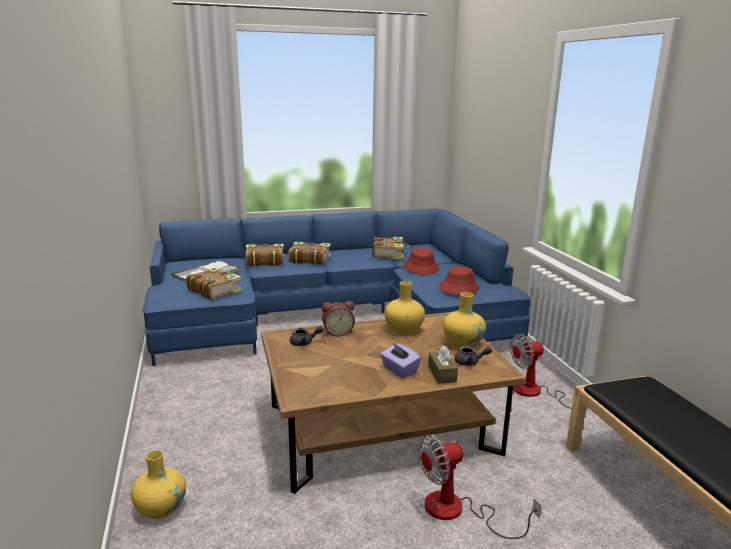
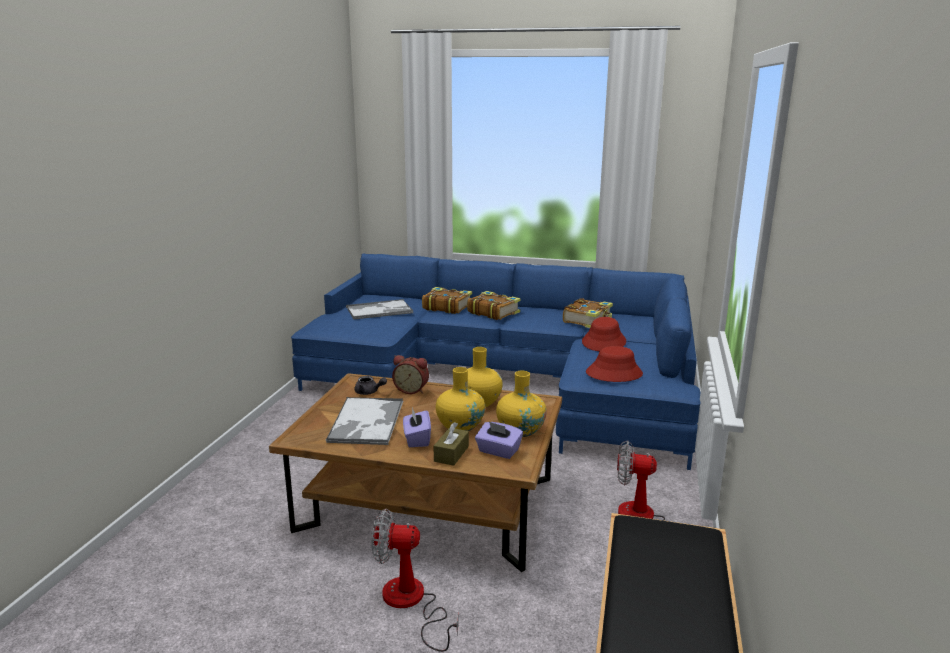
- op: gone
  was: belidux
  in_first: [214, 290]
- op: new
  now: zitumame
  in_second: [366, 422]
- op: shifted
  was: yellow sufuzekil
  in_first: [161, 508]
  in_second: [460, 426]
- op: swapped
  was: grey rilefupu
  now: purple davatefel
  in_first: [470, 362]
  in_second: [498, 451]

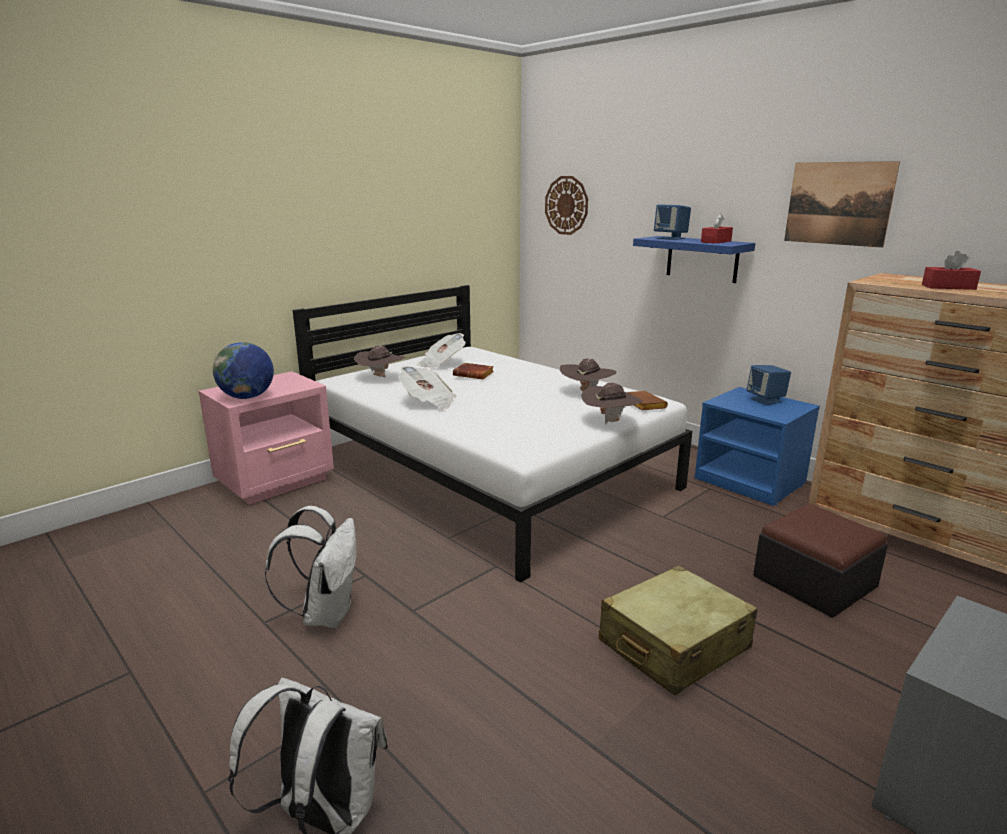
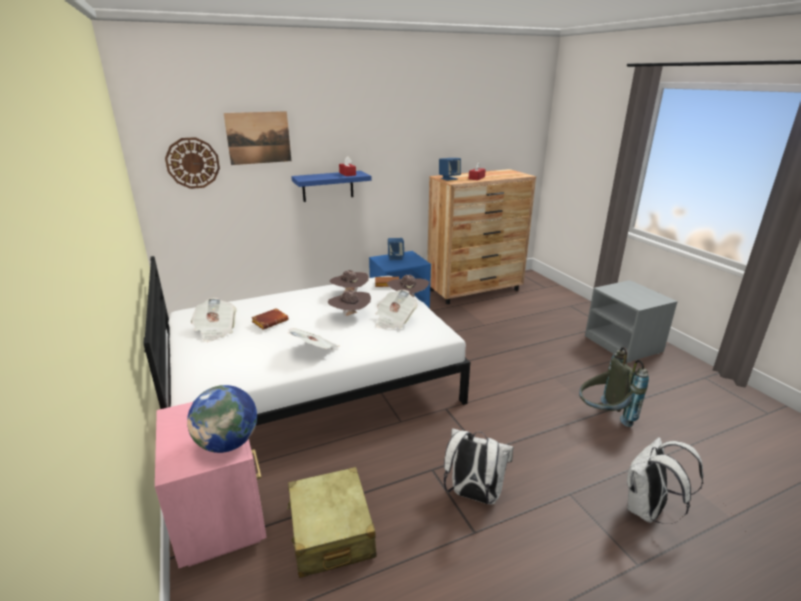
- op: gone
  was: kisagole
  in_first: [814, 581]
- op: new
  now: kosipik
  in_second: [394, 320]
- op: new
  now: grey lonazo
  in_second: [603, 417]
- op: shifted
  was: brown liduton
  in_first: [381, 378]
  in_second: [350, 316]
- op: shifted
  was: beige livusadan
  in_first: [673, 645]
  in_second: [331, 532]
- op: shifted
  was: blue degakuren
  in_first: [671, 238]
  in_second: [449, 178]
- op: shifted
  was: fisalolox
  in_first: [838, 203]
  in_second: [258, 138]

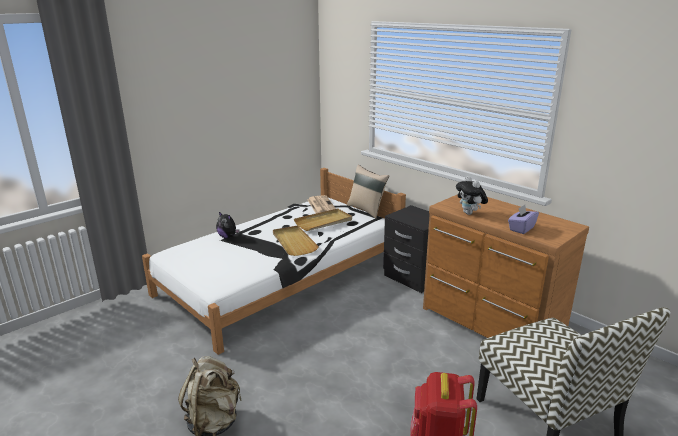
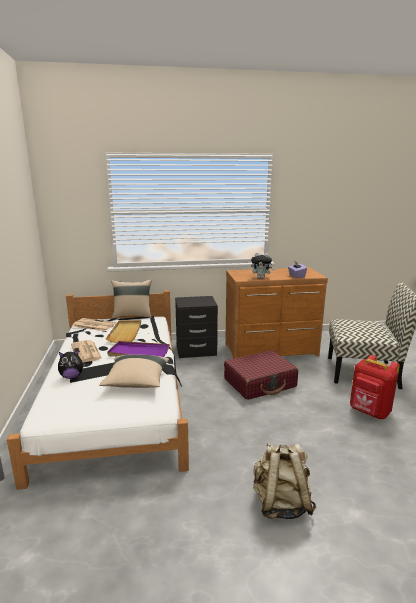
- op: new
  now: kosipik
  in_second: [86, 352]
- op: new
  now: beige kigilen
  in_second: [136, 382]
- op: new
  now: red livusadan
  in_second: [260, 383]
- op: repainted
  was: beige zitumame
  now: purple zitumame
  in_first: [293, 242]
  in_second: [138, 352]

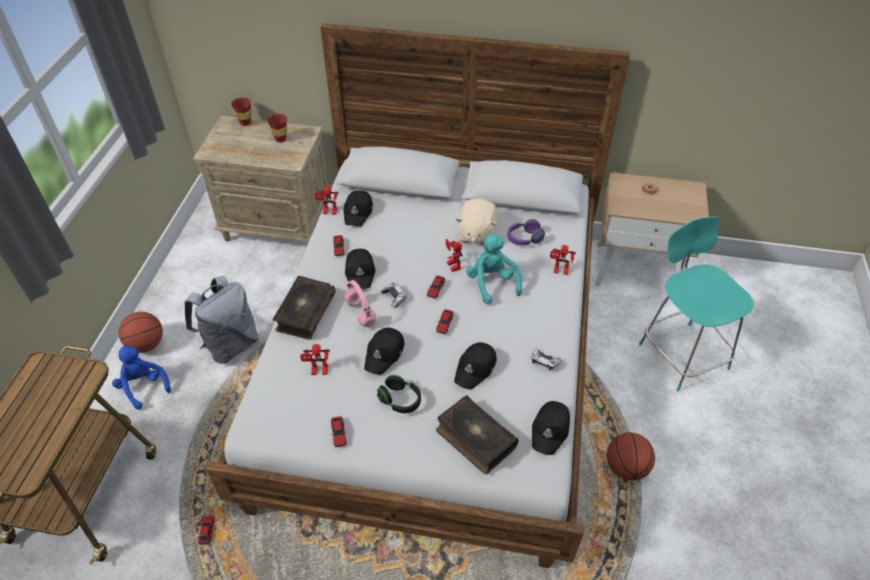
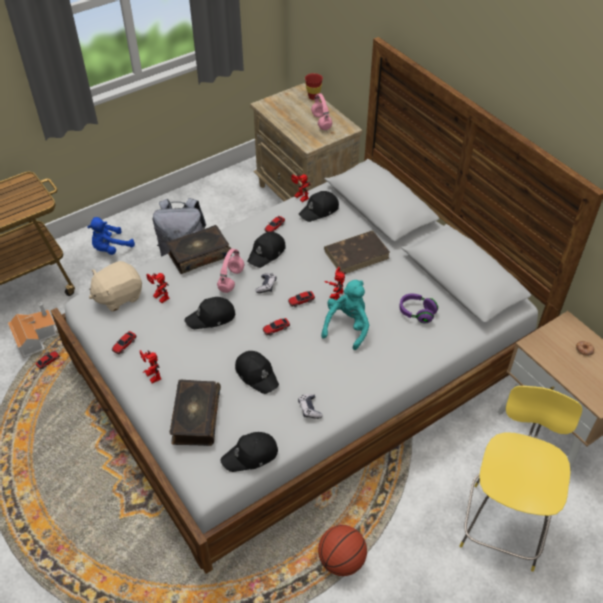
- op: gone
  was: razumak
  in_first: [146, 344]
- op: gone
  was: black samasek
  in_first: [400, 400]
- op: new
  now: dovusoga
  in_second: [35, 337]
- op: new
  now: brown belidux
  in_second: [357, 254]
- op: shifted
  was: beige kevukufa
  in_first: [476, 233]
  in_second: [118, 296]
- op: shifted
  was: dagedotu
  in_first: [559, 271]
  in_second: [150, 376]
- op: swapped
  was: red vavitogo
  now: pink samasek
  in_first: [280, 139]
  in_second: [322, 122]
- op: repainted
  was: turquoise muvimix
  now: yellow muvimix
  in_first: [681, 353]
  in_second: [503, 523]
- op: rotated
  was: blue kevukufa
  in_first: [143, 386]
  in_second: [111, 248]
  clockwise: -135
- op: rotated
  was: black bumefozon
  in_first: [475, 368]
  in_second: [257, 374]
  clockwise: -120

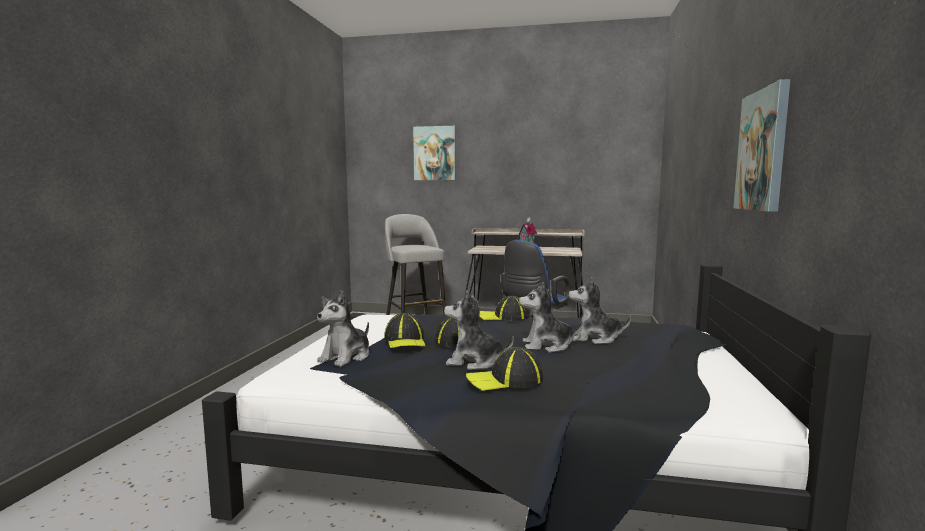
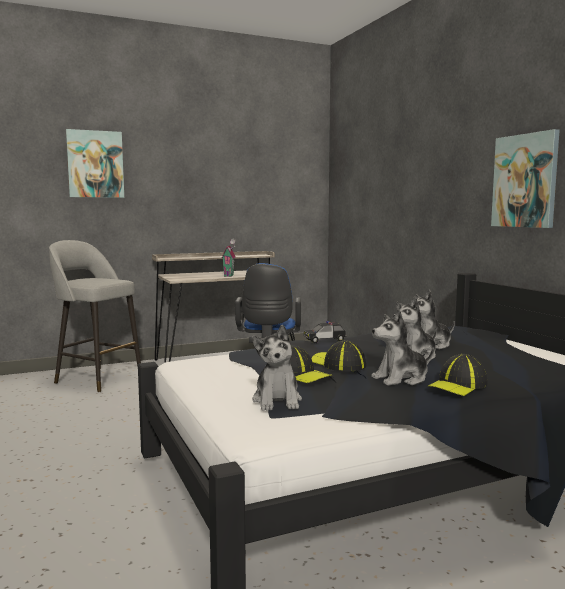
- op: swapped
  was: bumefozon
  now: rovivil
  in_first: [503, 317]
  in_second: [325, 340]

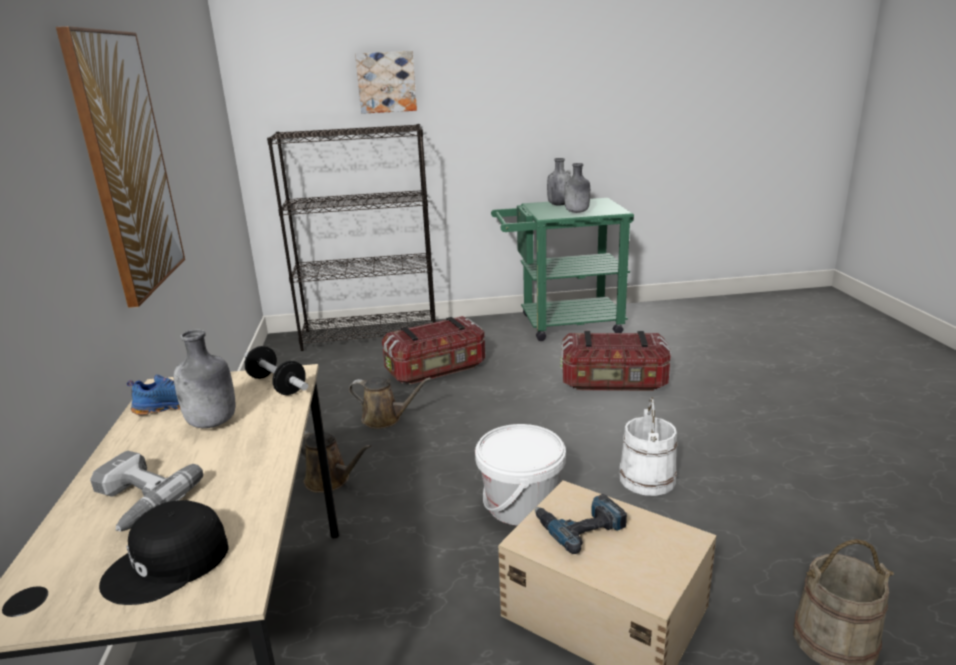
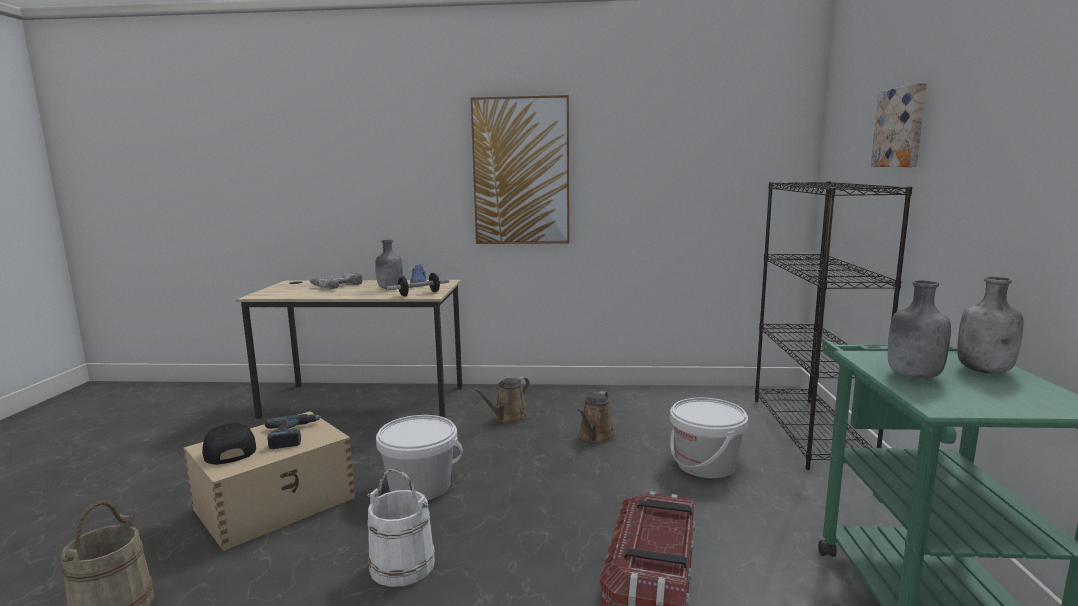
- op: shifted
  was: black bumefozon
  in_first: [169, 564]
  in_second: [228, 451]
- op: swapped
  was: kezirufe
  now: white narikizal
  in_first: [437, 370]
  in_second: [705, 465]

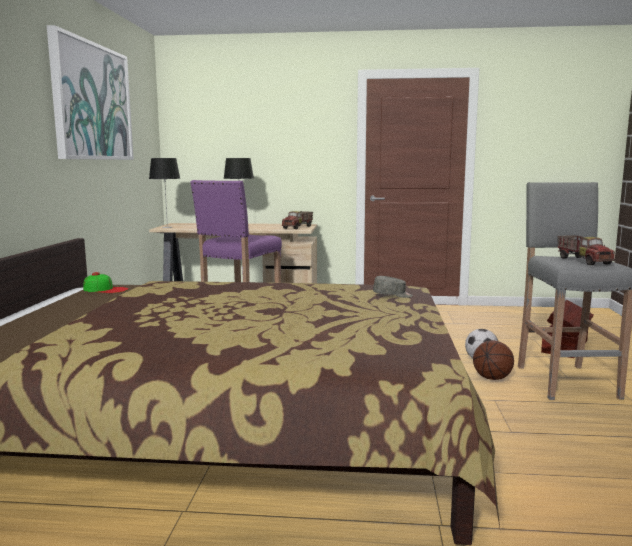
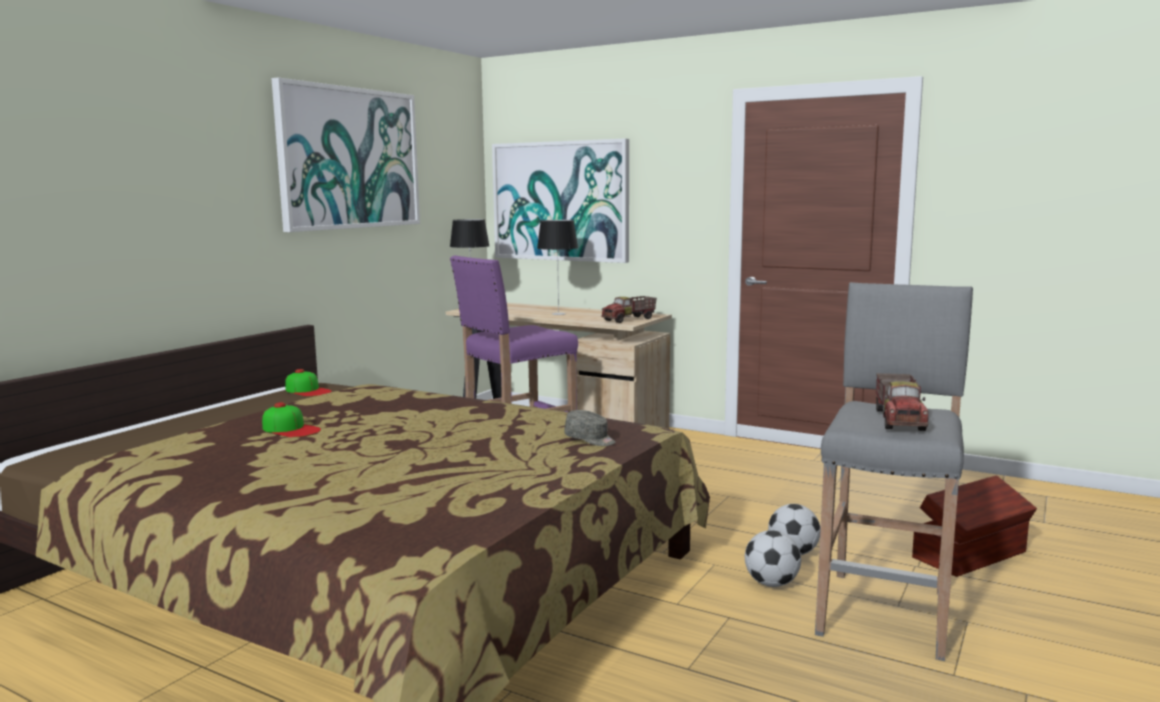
- op: new
  now: bumefozon
  in_second: [291, 429]
- op: new
  now: fisalolox
  in_second: [560, 201]
- op: swapped
  was: razumak
  now: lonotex
  in_first: [492, 378]
  in_second: [771, 583]

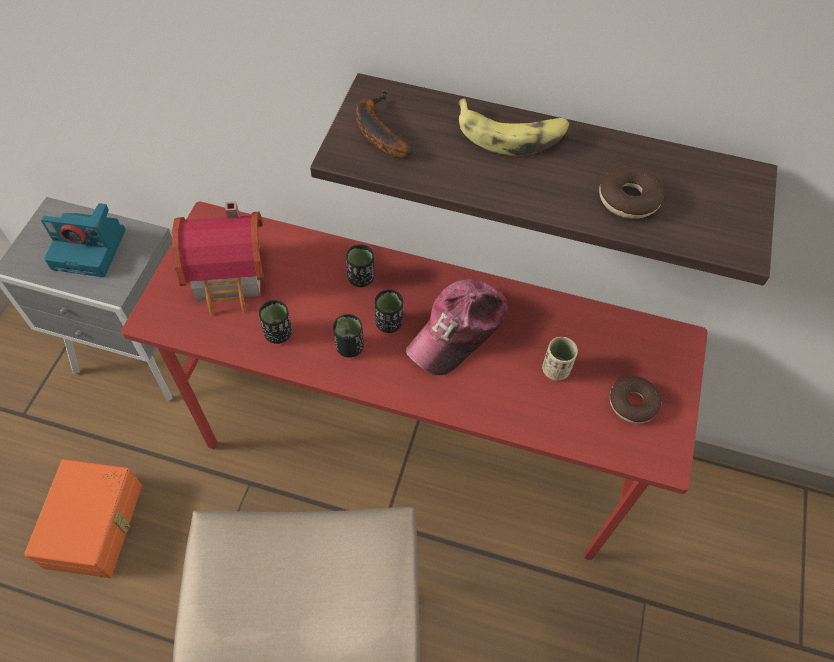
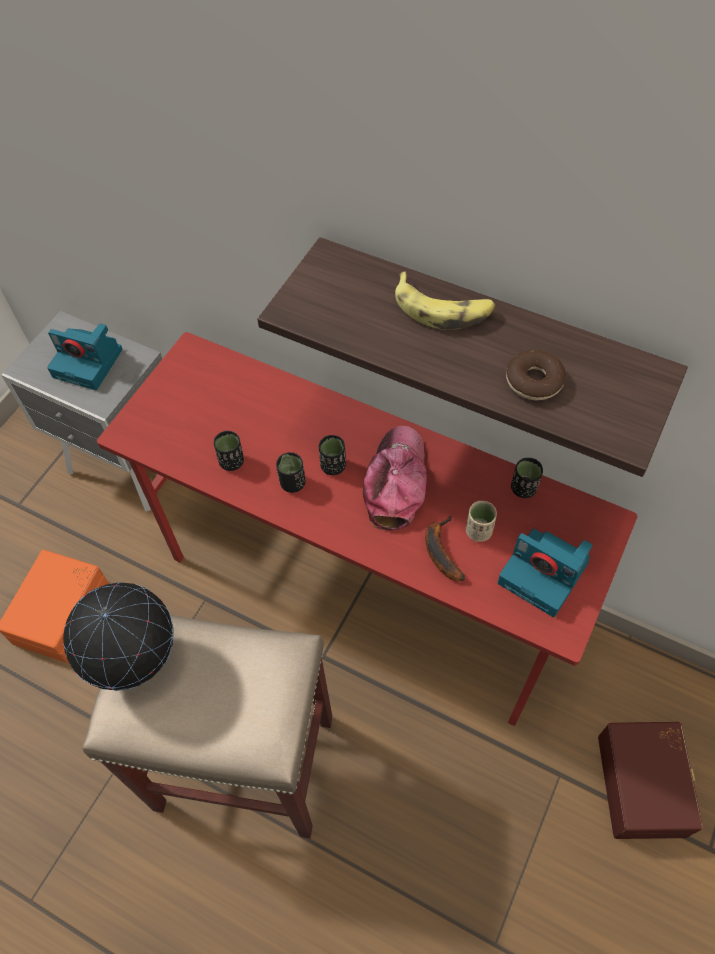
- op: gone
  was: dovusoga
  in_first: [231, 277]
- op: new
  now: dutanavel
  in_second: [136, 659]
- op: new
  now: brown kezirufe
  in_second: [644, 784]
- op: shifted
  was: black vavitogo
  in_first: [361, 278]
  in_second: [523, 488]
- op: shifted
  was: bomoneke
  in_first: [377, 130]
  in_second: [440, 550]
- op: swapped
  was: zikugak
  now: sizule
  in_first: [632, 403]
  in_second: [545, 574]
- op: rotated
  was: bumefozon
  in_first: [458, 331]
  in_second: [395, 482]
  clockwise: 135

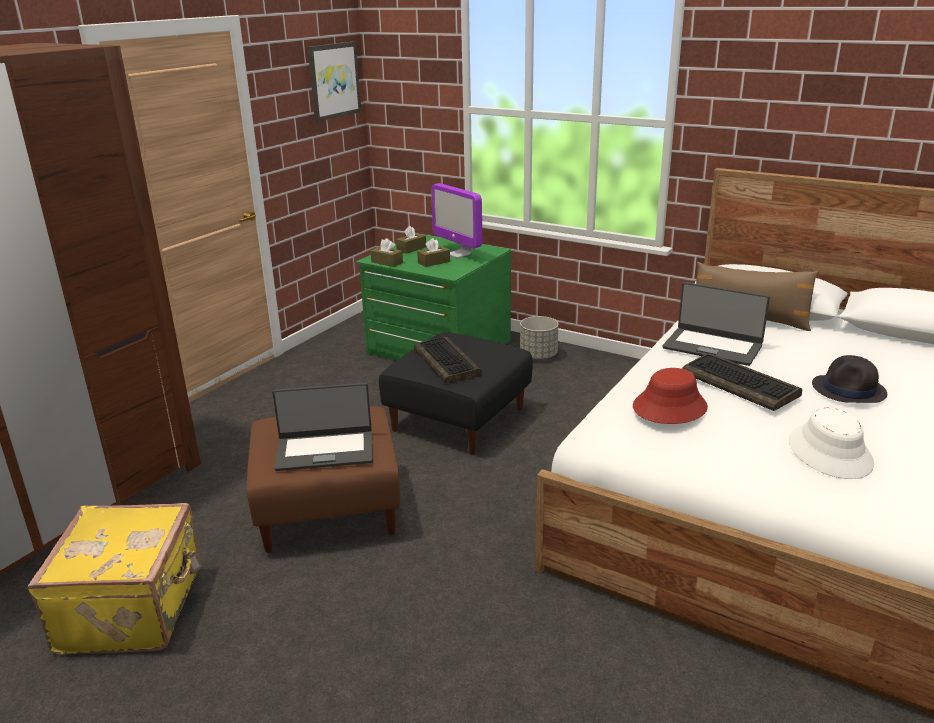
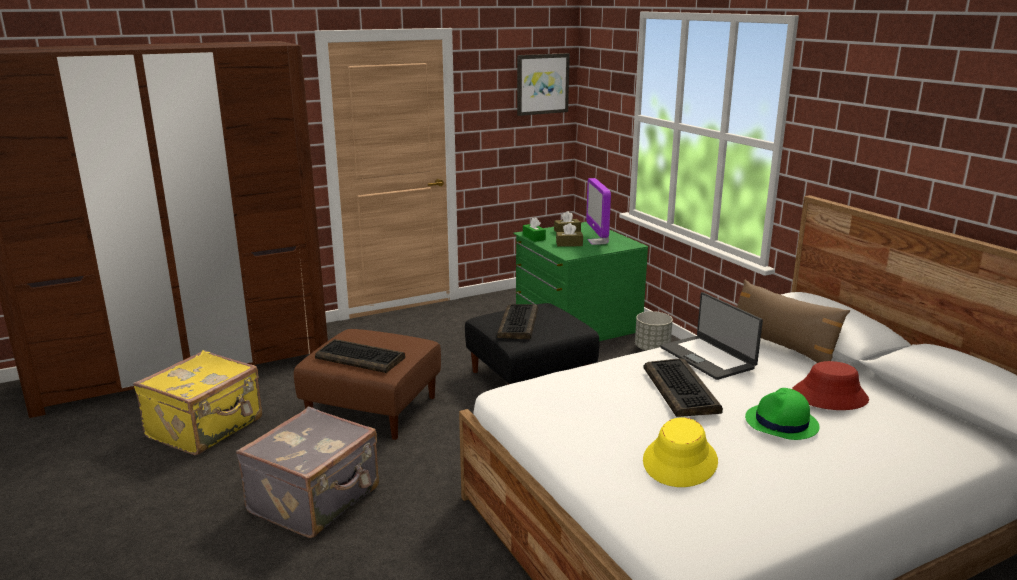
- op: new
  now: grey livusadan
  in_second: [316, 500]
- op: shifted
  was: red liduton
  in_first: [669, 407]
  in_second: [829, 396]
- op: swapped
  was: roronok
  now: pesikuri
  in_first: [325, 450]
  in_second: [361, 358]
- op: repainted
  was: brown davatefel
  now: green davatefel
  in_first: [387, 262]
  in_second: [534, 237]
- op: repainted
  was: white liduton
  now: yellow liduton
  in_first: [830, 452]
  in_second: [680, 461]
- op: repainted
  was: black liduton
  now: green liduton
  in_first: [849, 390]
  in_second: [781, 423]

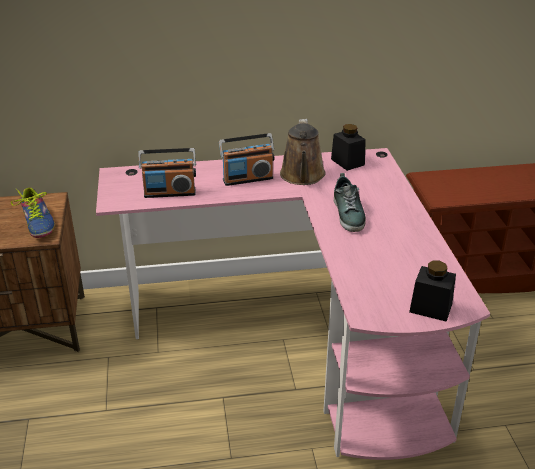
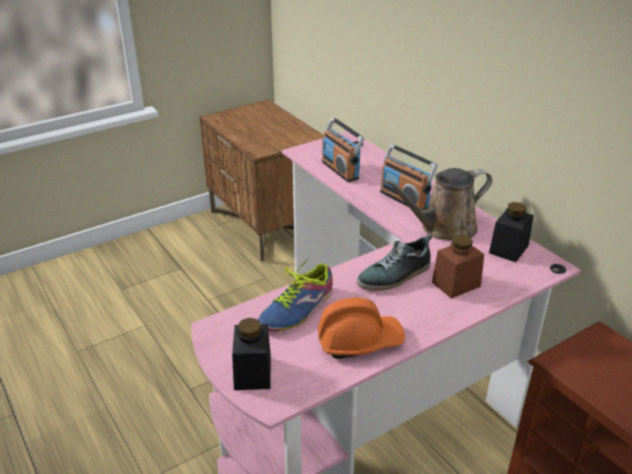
- op: new
  now: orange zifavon
  in_second: [359, 341]
- op: new
  now: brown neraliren
  in_second: [456, 284]
- op: shifted
  was: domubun
  in_first: [38, 222]
  in_second: [297, 309]

